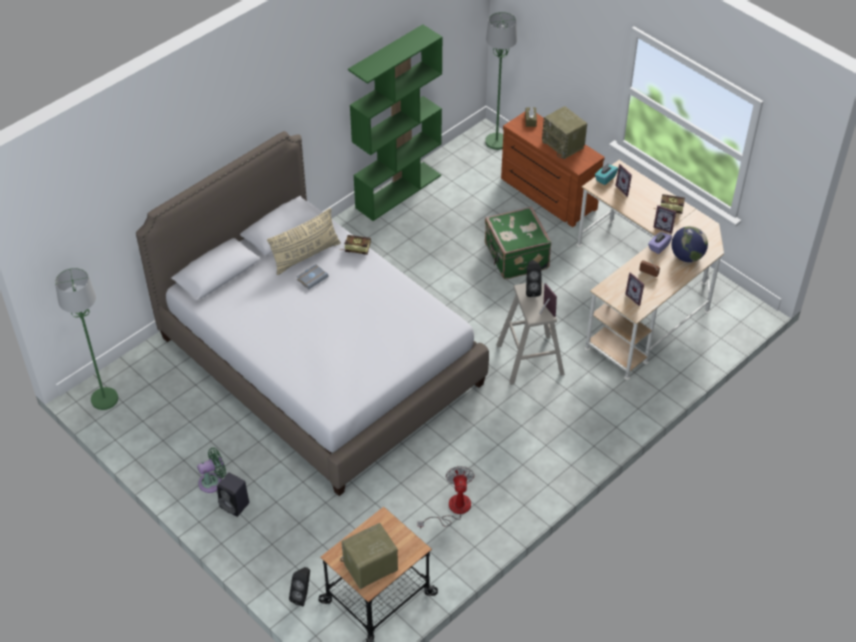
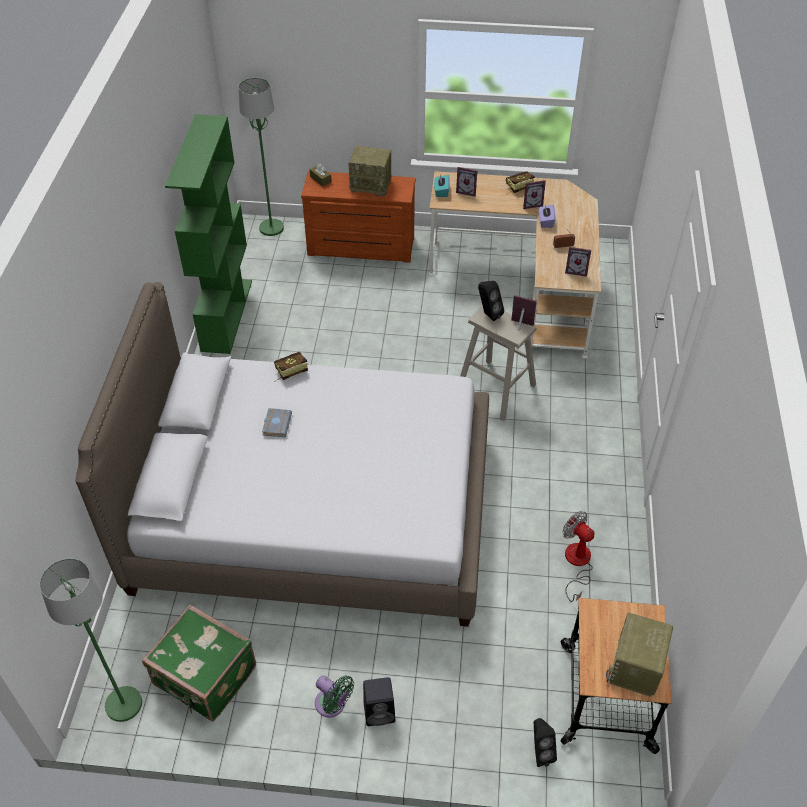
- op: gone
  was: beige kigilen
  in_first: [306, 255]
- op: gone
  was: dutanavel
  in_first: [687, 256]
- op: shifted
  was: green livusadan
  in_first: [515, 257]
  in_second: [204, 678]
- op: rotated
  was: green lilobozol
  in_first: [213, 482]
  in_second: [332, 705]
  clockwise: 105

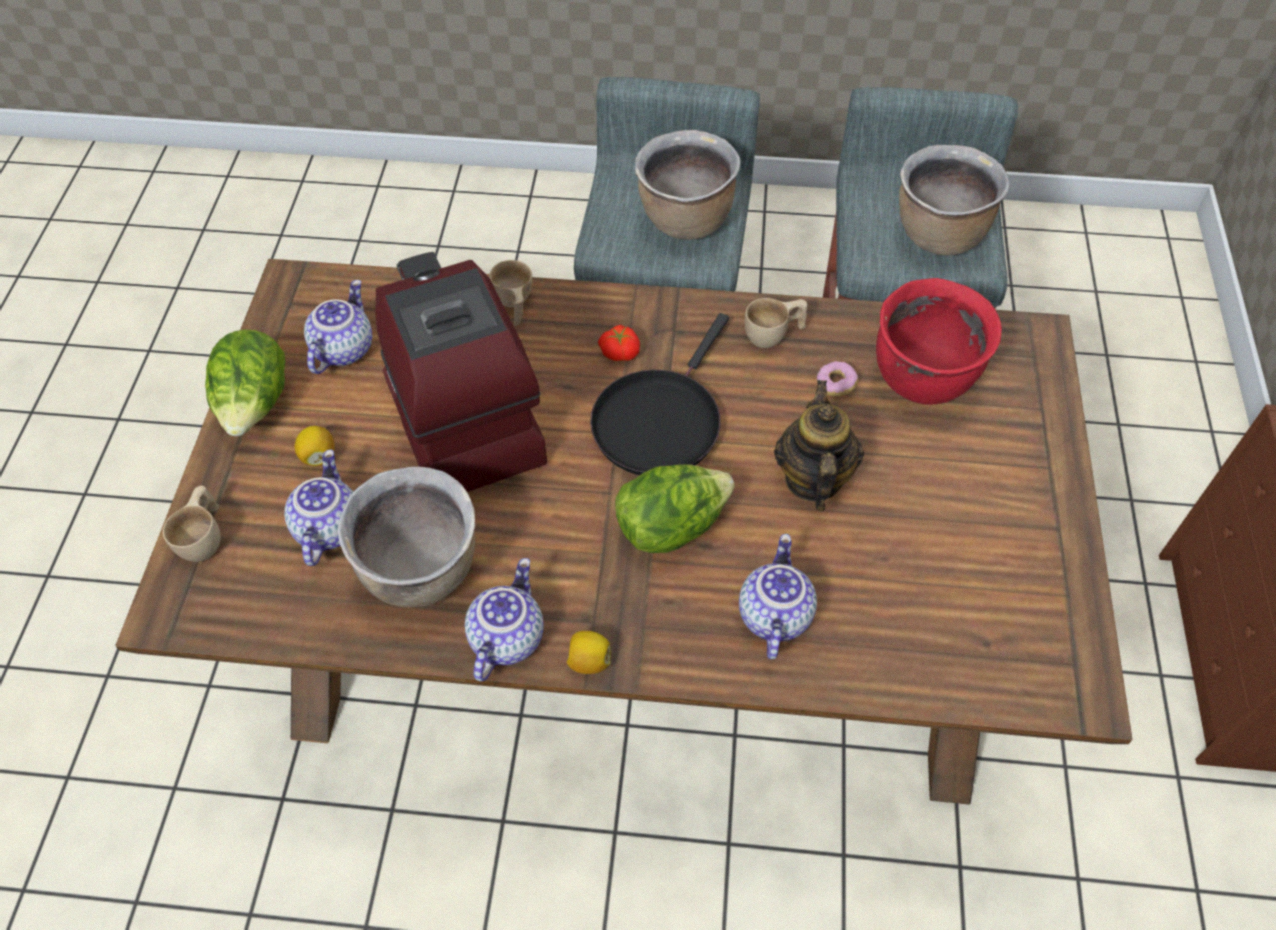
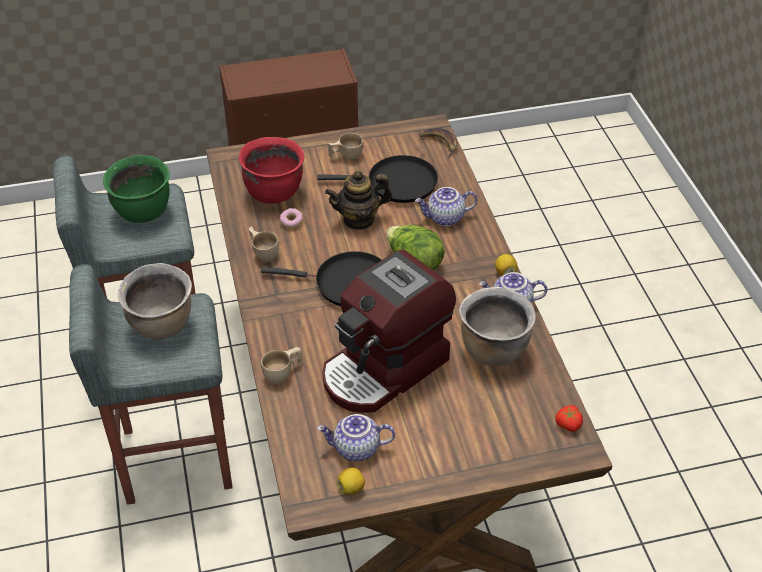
- op: gone
  was: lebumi
  in_first: [256, 406]
- op: gone
  was: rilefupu
  in_first: [327, 528]
- op: new
  now: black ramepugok
  in_second: [397, 183]
- op: new
  now: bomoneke
  in_second: [440, 143]
- op: shifted
  was: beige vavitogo
  in_first: [205, 537]
  in_second: [345, 155]
- op: shifted
  was: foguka
  in_first: [318, 456]
  in_second: [351, 488]
- op: shifted
  was: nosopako
  in_first: [620, 351]
  in_second: [567, 424]
- op: repainted
  was: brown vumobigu
  now: green vumobigu
  in_first: [938, 235]
  in_second: [143, 212]

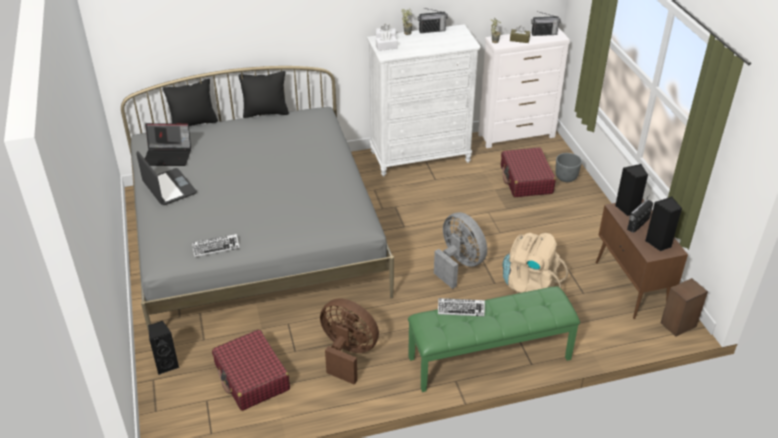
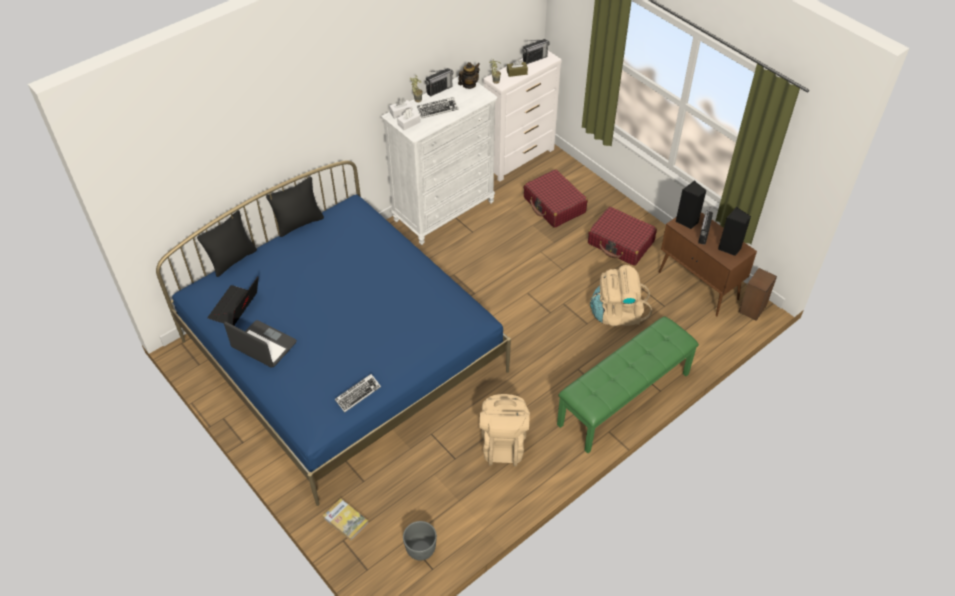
- op: gone
  was: grey lilobozol
  in_first: [458, 265]
- op: new
  now: rilefupu
  in_second: [469, 85]
- op: shifted
  was: red livusadan
  in_first: [252, 377]
  in_second: [621, 243]
- op: shifted
  was: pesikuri
  in_first: [461, 309]
  in_second: [437, 109]
- op: shifted
  was: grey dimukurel
  in_first: [565, 178]
  in_second: [420, 549]
- op: swapped
  was: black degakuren
  now: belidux
  in_first: [166, 364]
  in_second: [345, 520]
- op: swapped
  was: brown lilobozol
  now: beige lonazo
  in_first: [347, 354]
  in_second: [503, 443]
- op: repainted
  was: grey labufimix
  now: blue labufimix
  in_first: [256, 238]
  in_second: [343, 356]
- op: rotated
  was: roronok
  in_first: [168, 156]
  in_second: [236, 308]
  clockwise: 135

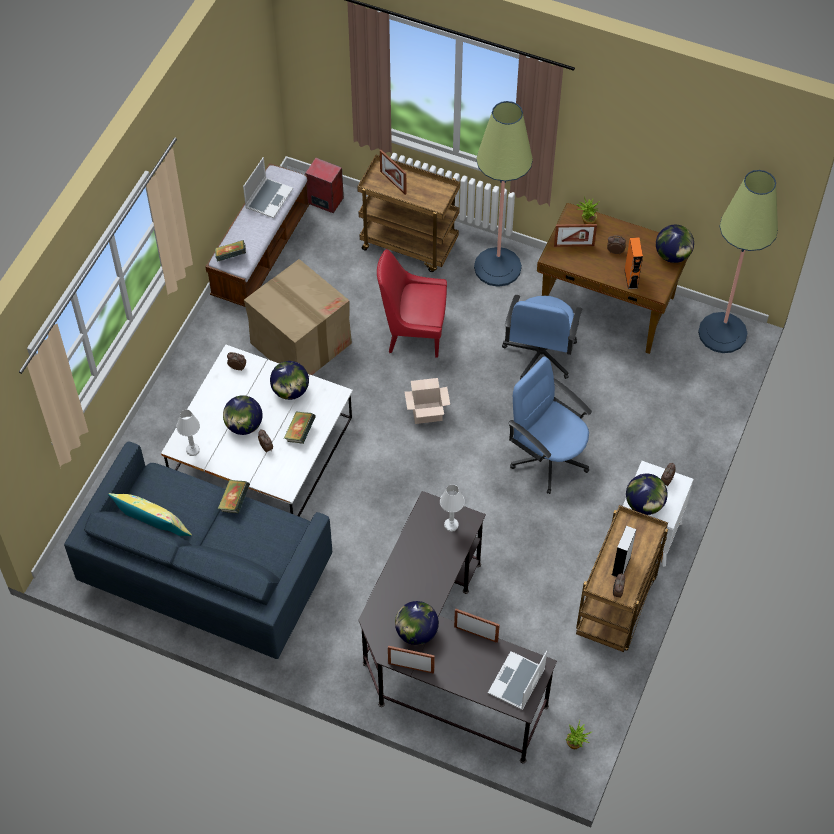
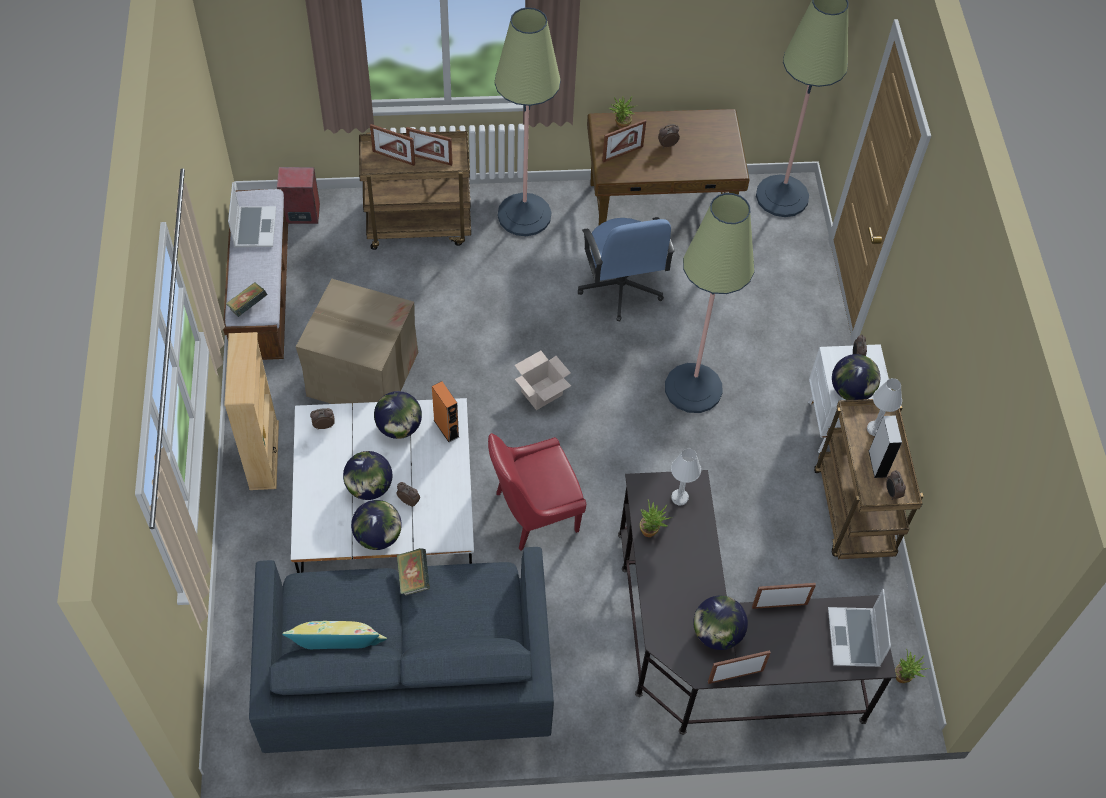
- op: gone
  was: belidux
  in_first: [300, 433]
- op: new
  now: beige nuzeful
  in_second: [264, 455]
- op: new
  now: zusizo
  in_second: [430, 159]
- op: new
  now: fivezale
  in_second: [651, 531]
- op: shifted
  was: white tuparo
  in_first: [193, 450]
  in_second: [875, 429]
- op: shifted
  was: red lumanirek
  in_first: [413, 332]
  in_second: [533, 513]
- op: shifted
  was: orange degakuren
  in_first: [631, 278]
  in_second: [446, 428]
- op: shifted
  was: dutanavel
  in_first: [672, 255]
  in_second: [378, 536]
- op: swapped
  was: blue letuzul
  now: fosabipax
  in_first: [548, 458]
  in_second: [693, 388]

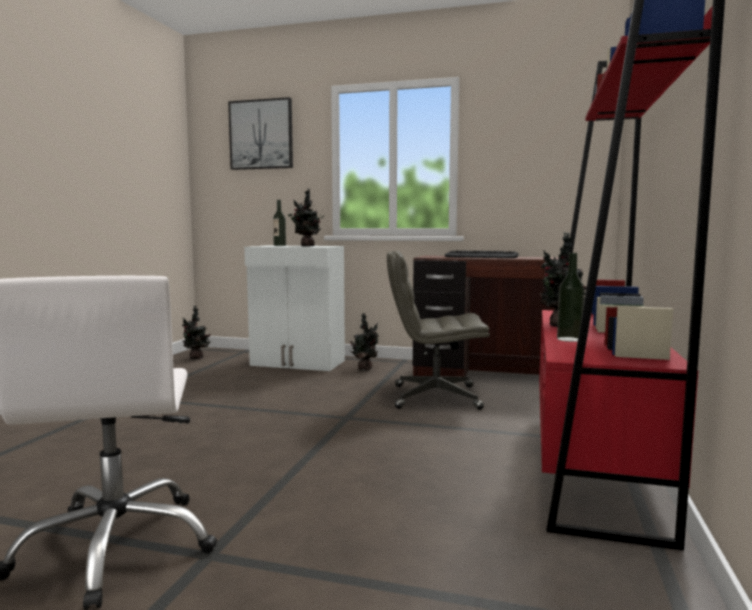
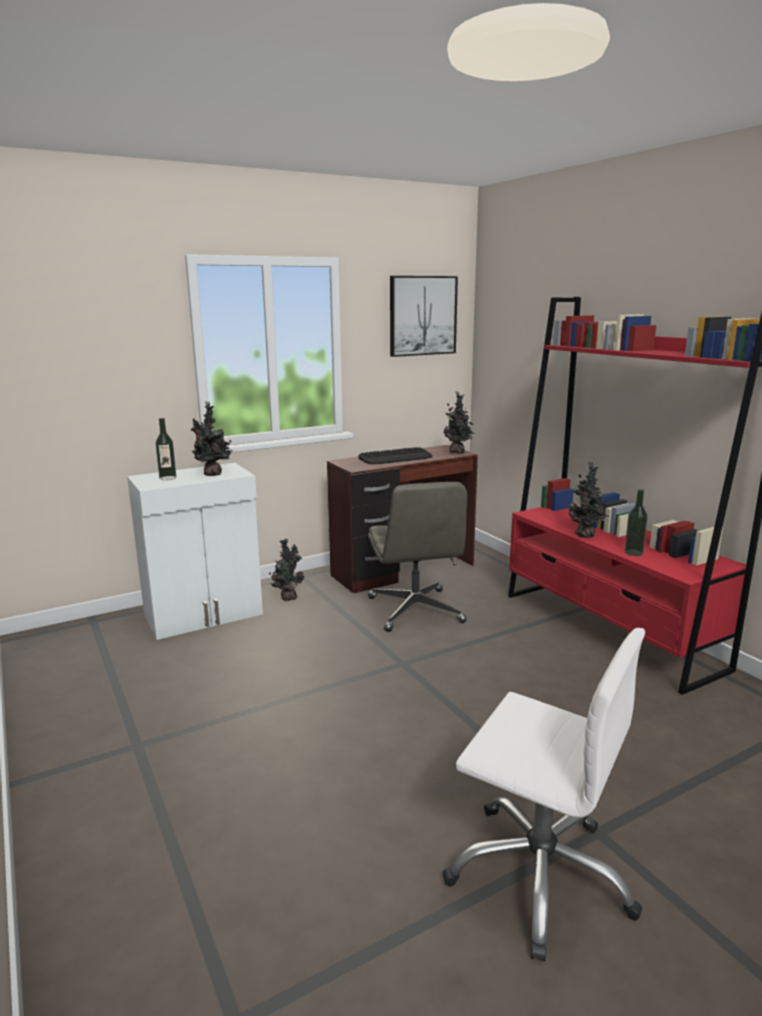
- op: shifted
  was: fivezale
  in_first: [196, 358]
  in_second: [458, 452]
- op: shifted
  was: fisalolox
  in_first: [261, 134]
  in_second: [422, 316]
- op: rotated
  was: grey letuzul
  in_first: [434, 397]
  in_second: [416, 610]
  clockwise: -60

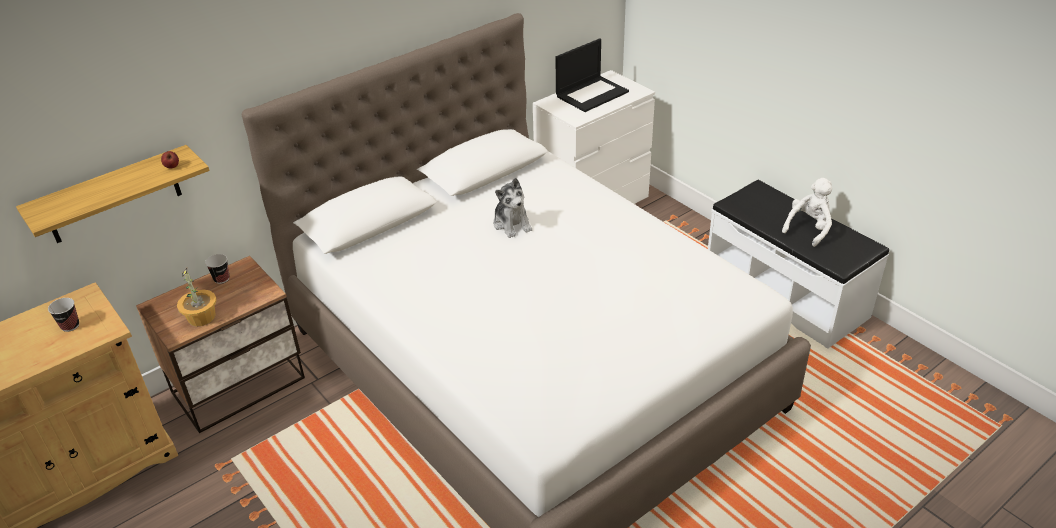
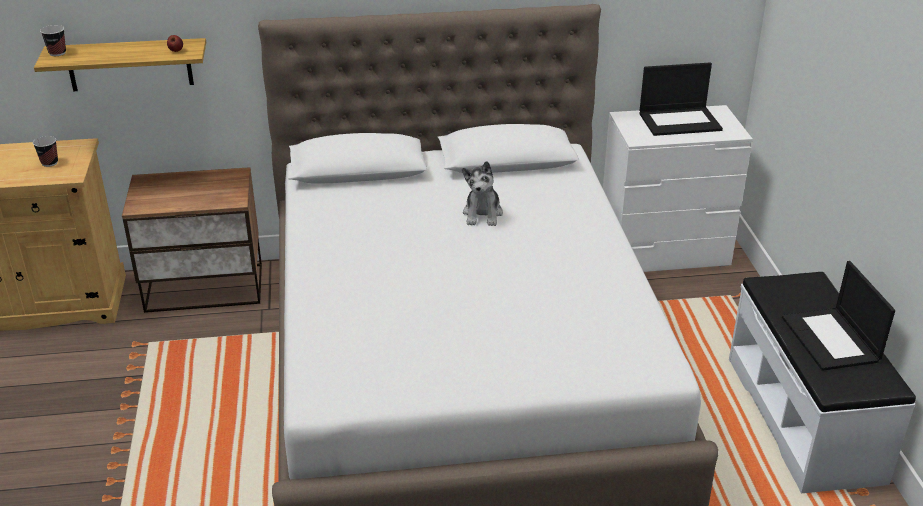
- op: gone
  was: fivezale
  in_first: [202, 317]
- op: shifted
  was: vavitogo
  in_first: [221, 279]
  in_second: [57, 53]
- op: swapped
  was: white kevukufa
  now: roronok
  in_first: [808, 228]
  in_second: [831, 340]

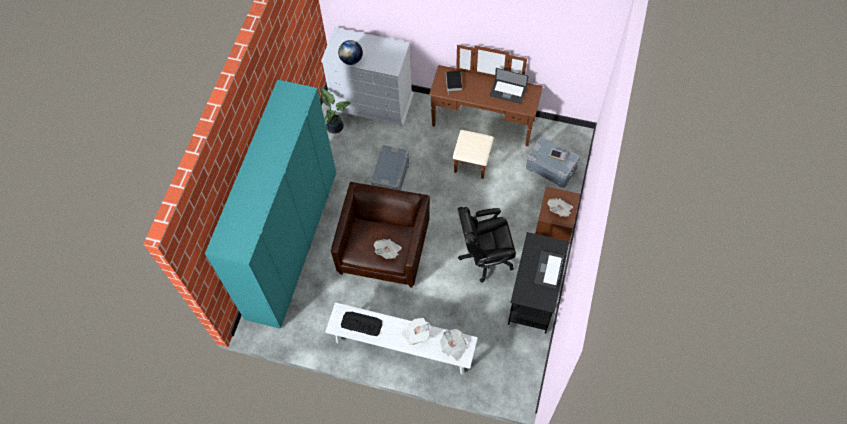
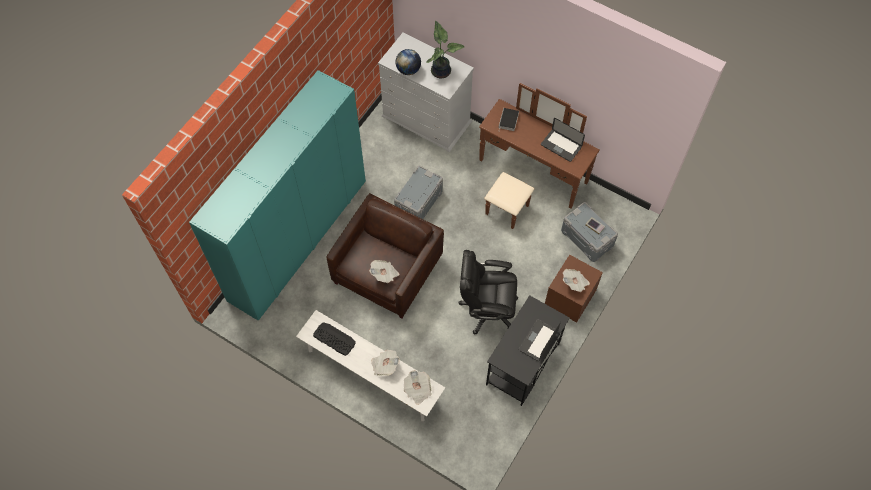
- op: shifted
  was: fivezale
  in_first: [335, 126]
  in_second: [441, 70]

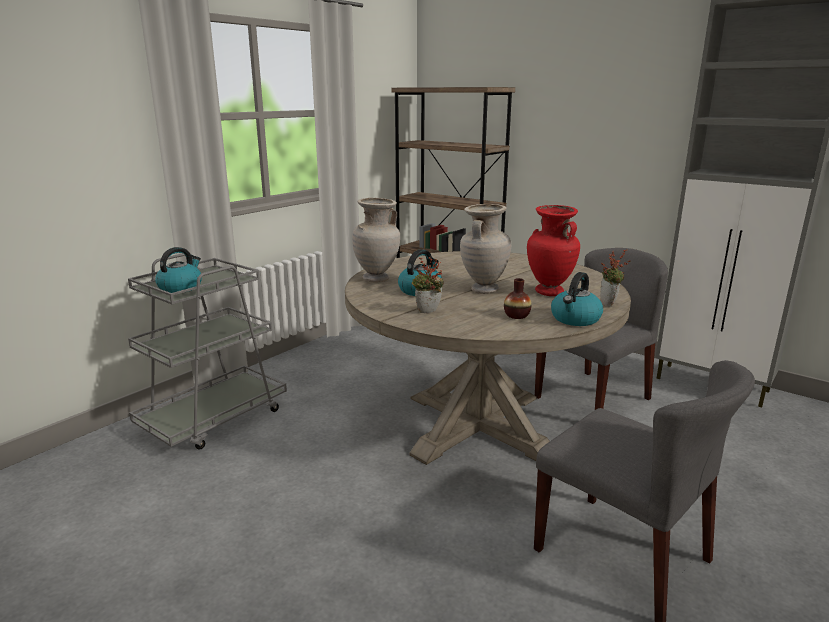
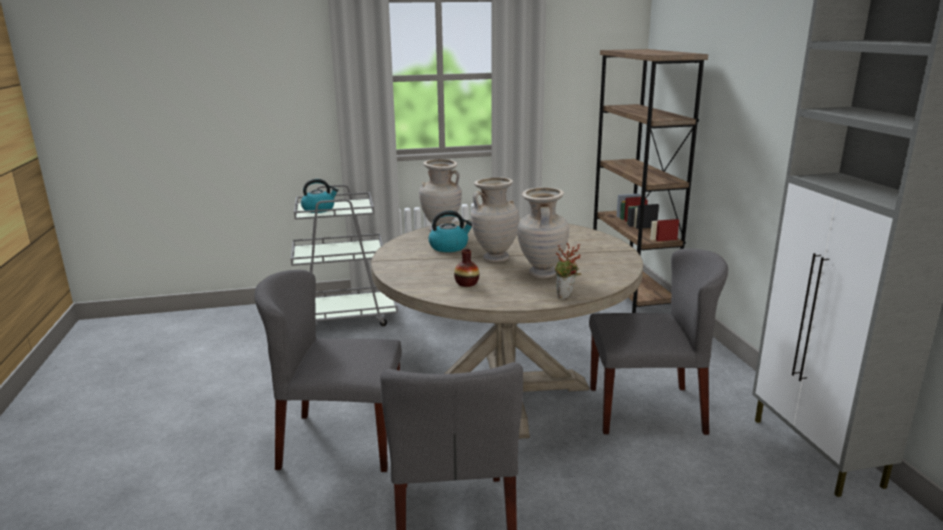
- op: gone
  was: fivezale
  in_first: [428, 312]
- op: gone
  was: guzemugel
  in_first: [575, 319]
- op: new
  now: grey lumanirek
  in_second: [340, 442]
- op: repainted
  was: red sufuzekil
  now: beige sufuzekil
  in_first: [549, 292]
  in_second: [541, 274]

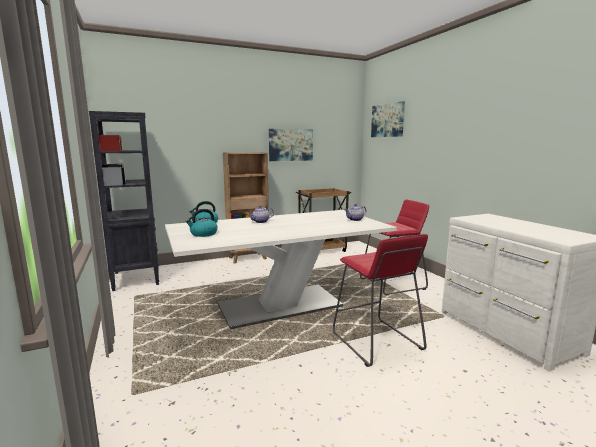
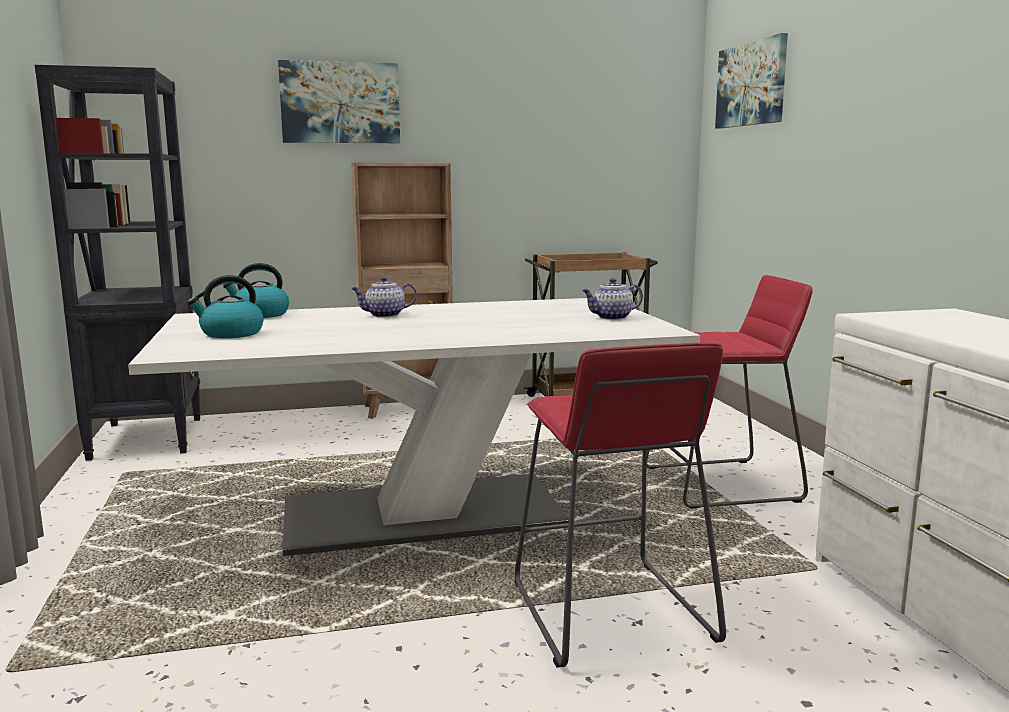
- op: shifted
  was: fisalolox
  in_first: [290, 145]
  in_second: [340, 103]

